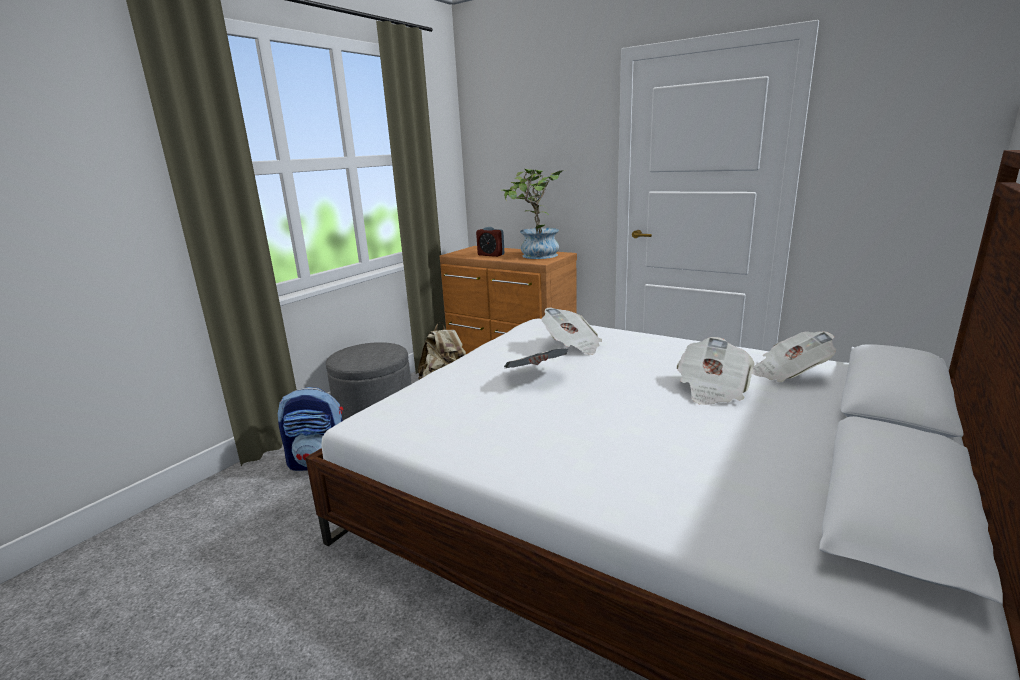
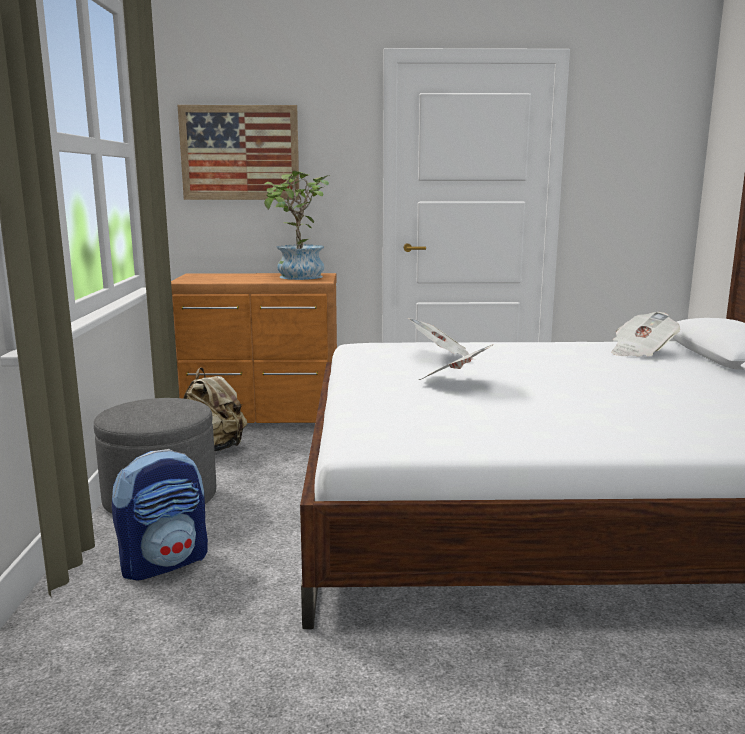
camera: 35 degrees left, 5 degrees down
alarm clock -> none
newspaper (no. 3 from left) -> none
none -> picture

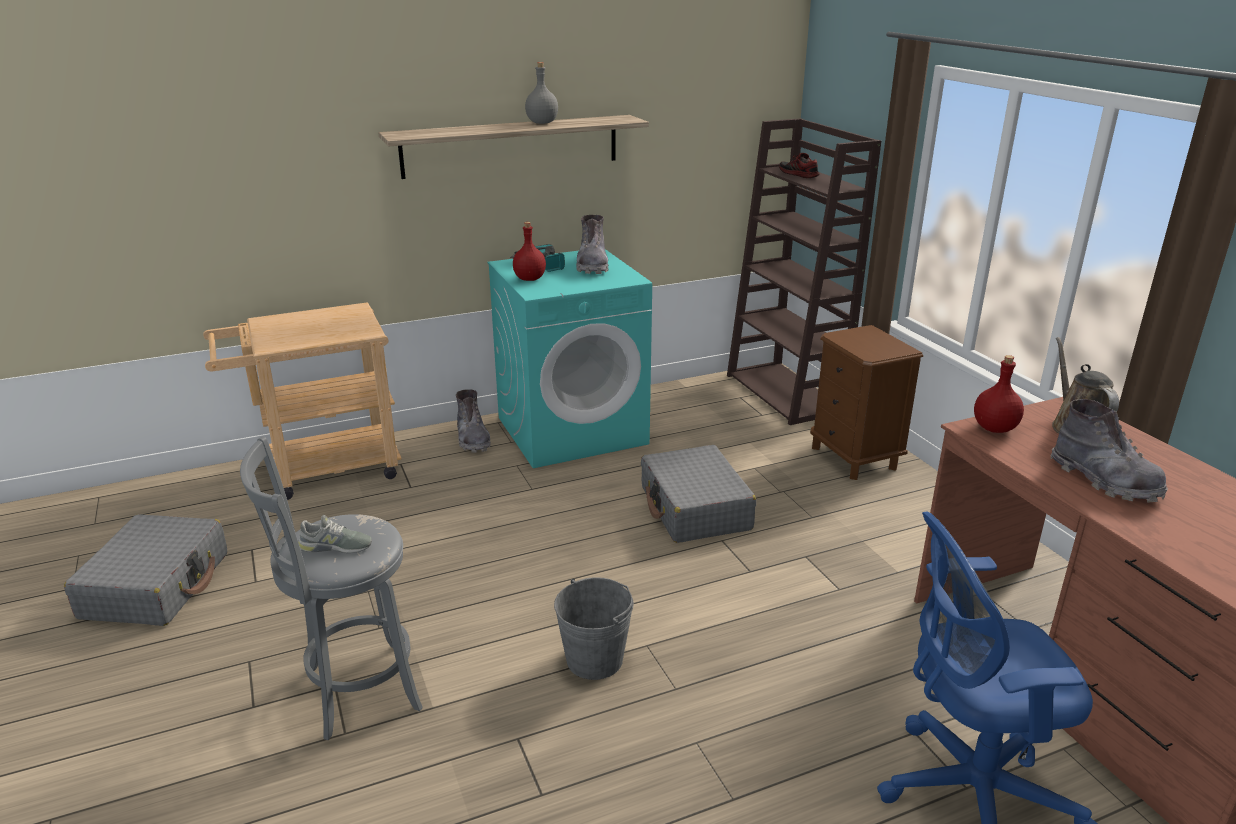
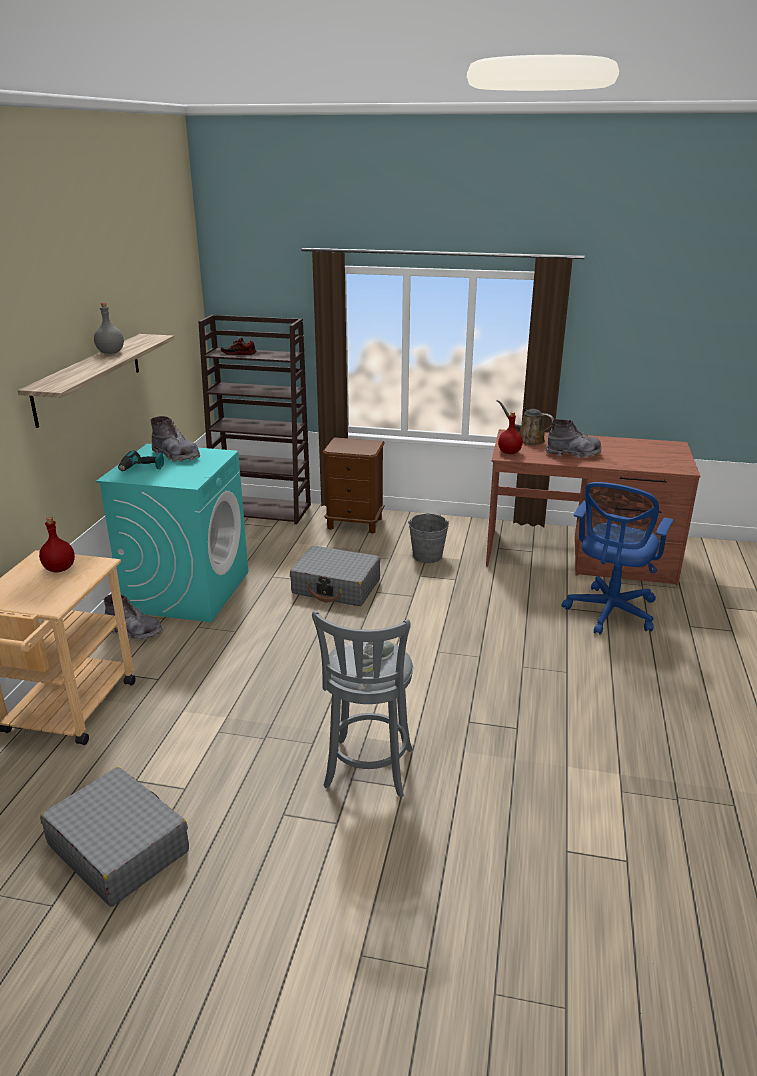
camera: 55 degrees left, 0 degrees up
red bottle (no. 1 from left), relocated
grey bucket, relocated

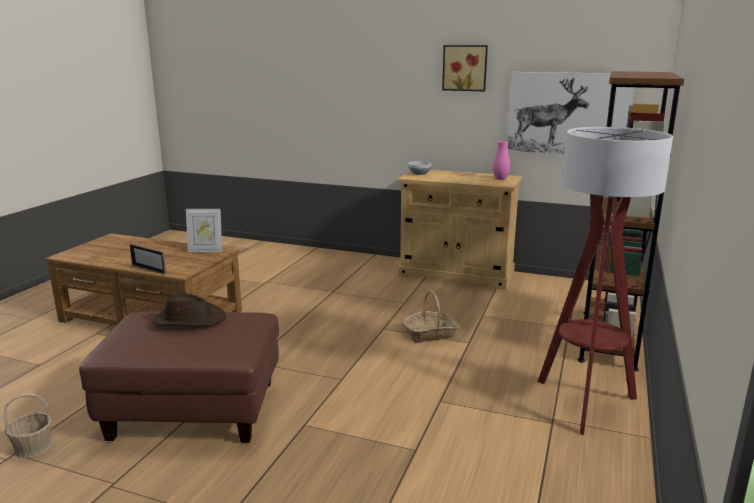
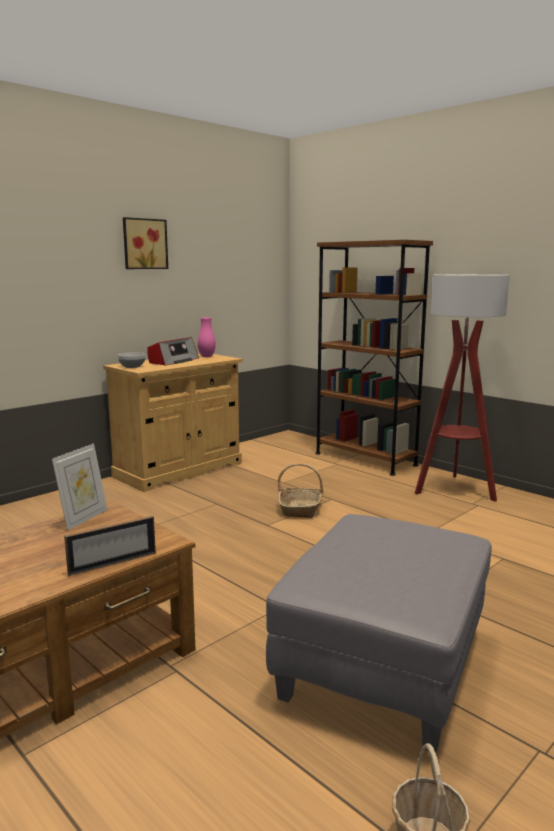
camera: 65 degrees left, 5 degrees down
brown ottoman -> grey ottoman
brown hat -> none
picture (no. 2 from left) -> none
none -> radio

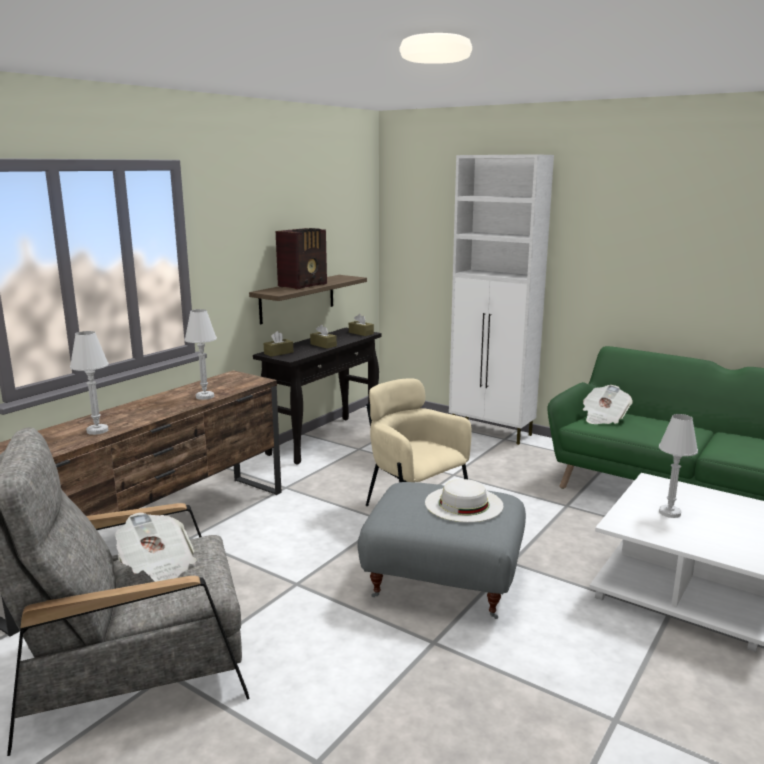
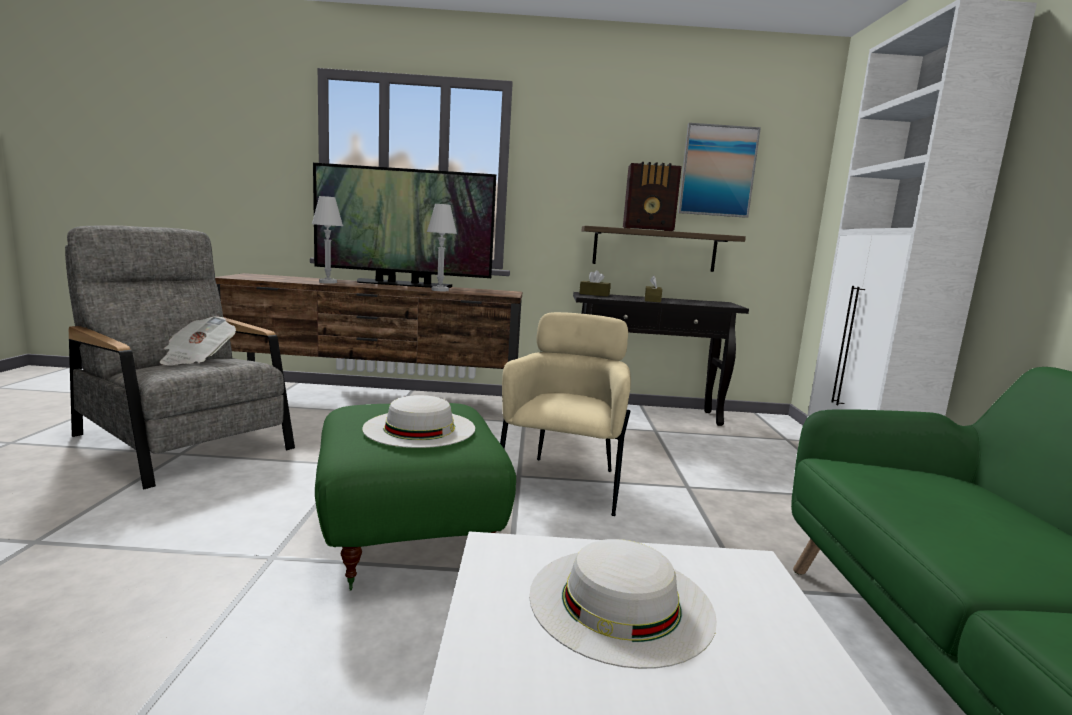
camera: 55 degrees right, 5 degrees down
brown tissue box (no. 3 from left) -> none
grey ottoman -> green ottoman
newspaper (no. 2 from left) -> none
white table lamp (no. 3 from left) -> white hat (no. 2 from left)
none -> television
none -> picture

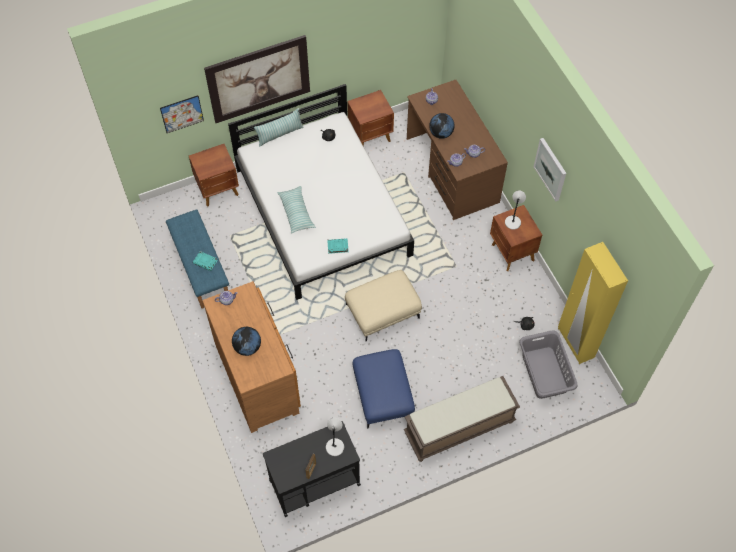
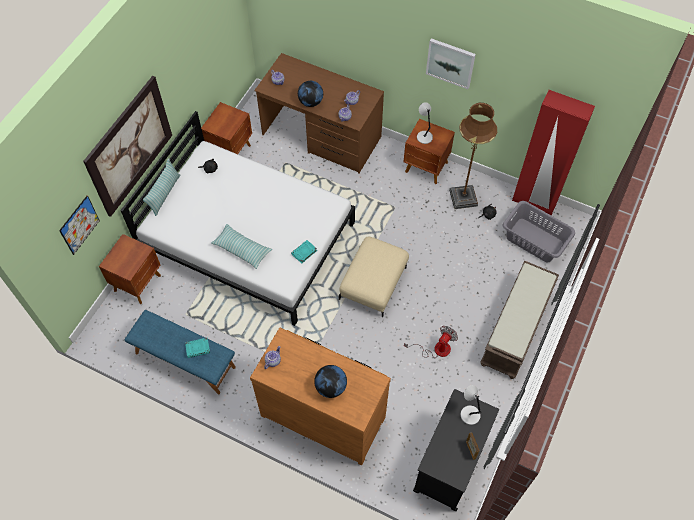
camera: 40 degrees left, 0 degrees up
blue ottoman -> fan
yellow wardrobe -> red wardrobe
none -> brown floor lamp

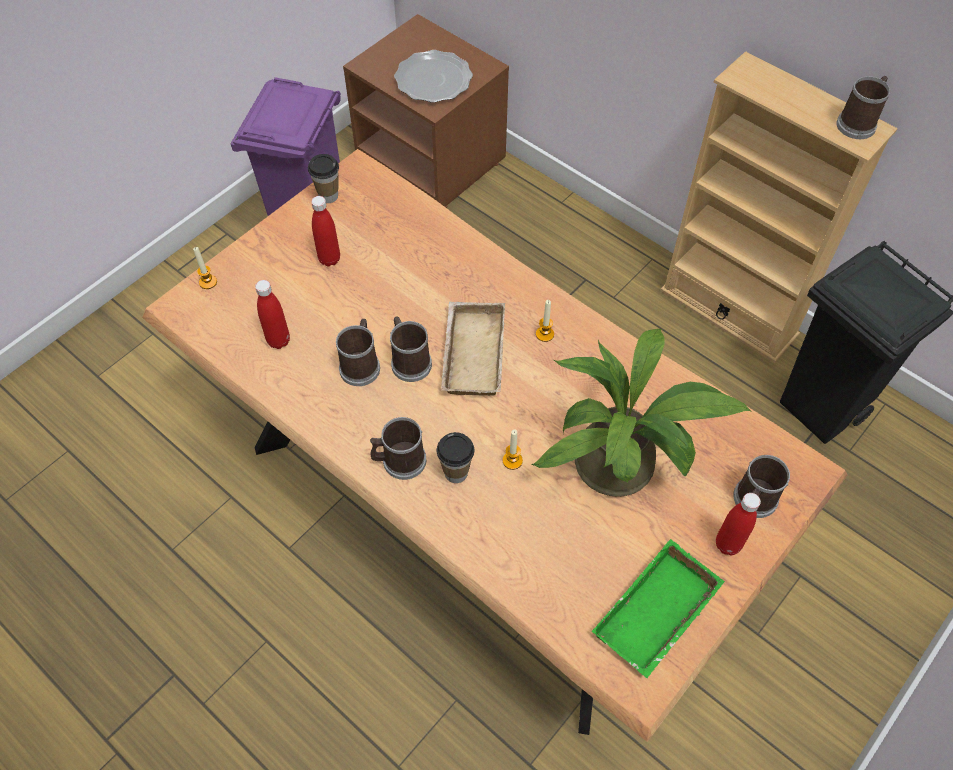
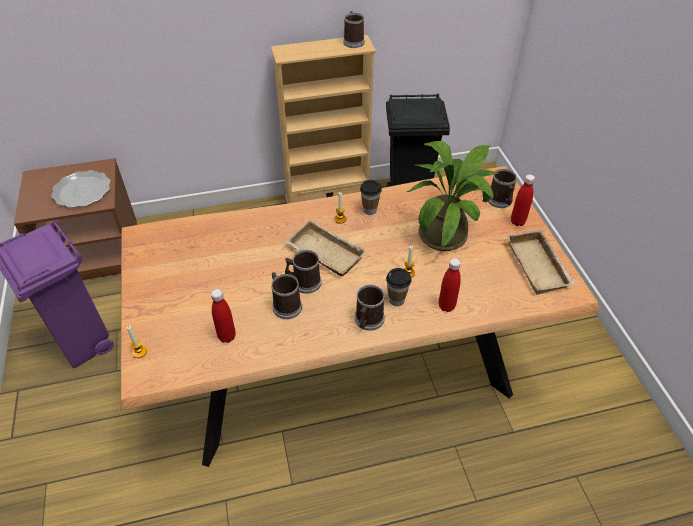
camera: 55 degrees left, 10 degrees down
cup (no. 1 from left), relocated
red bottle (no. 2 from left), relocated
green tray -> beige tray (no. 2 from left)

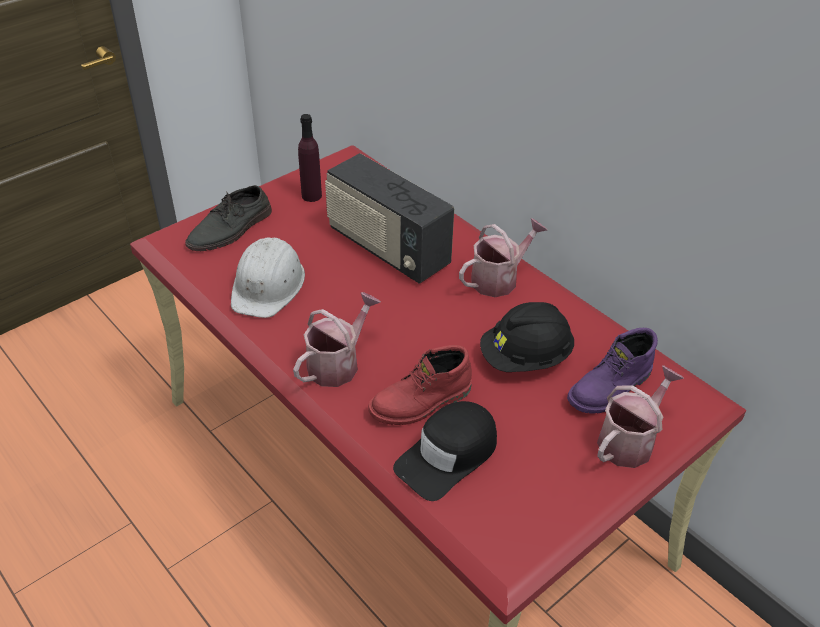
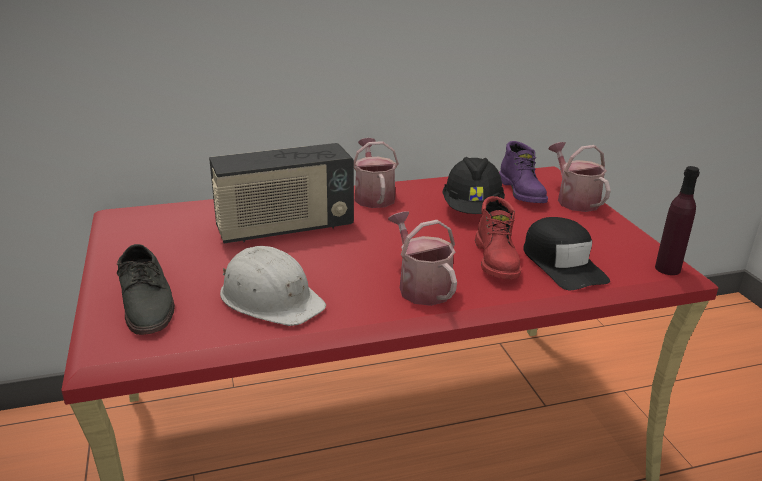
camera: 65 degrees left, 15 degrees down
purple bottle, relocated

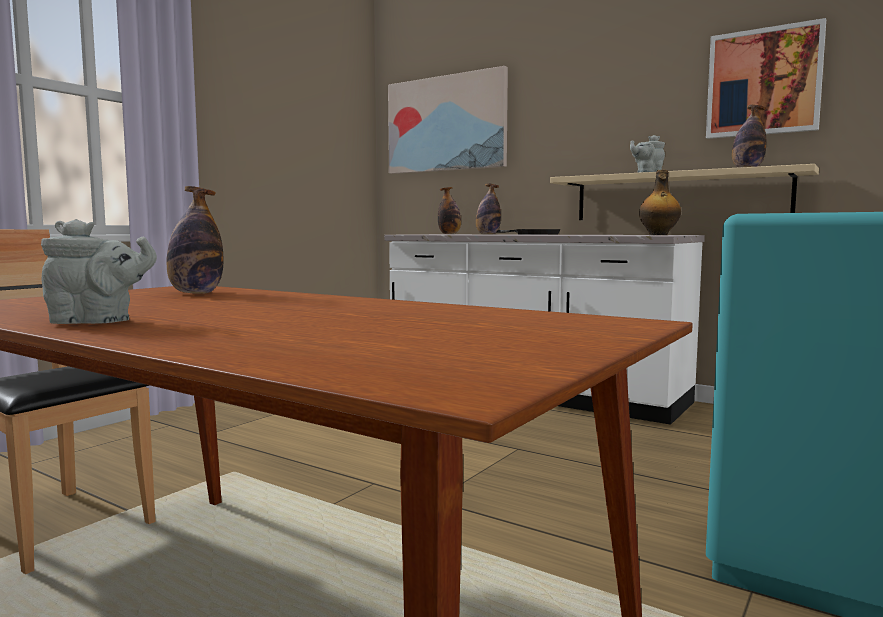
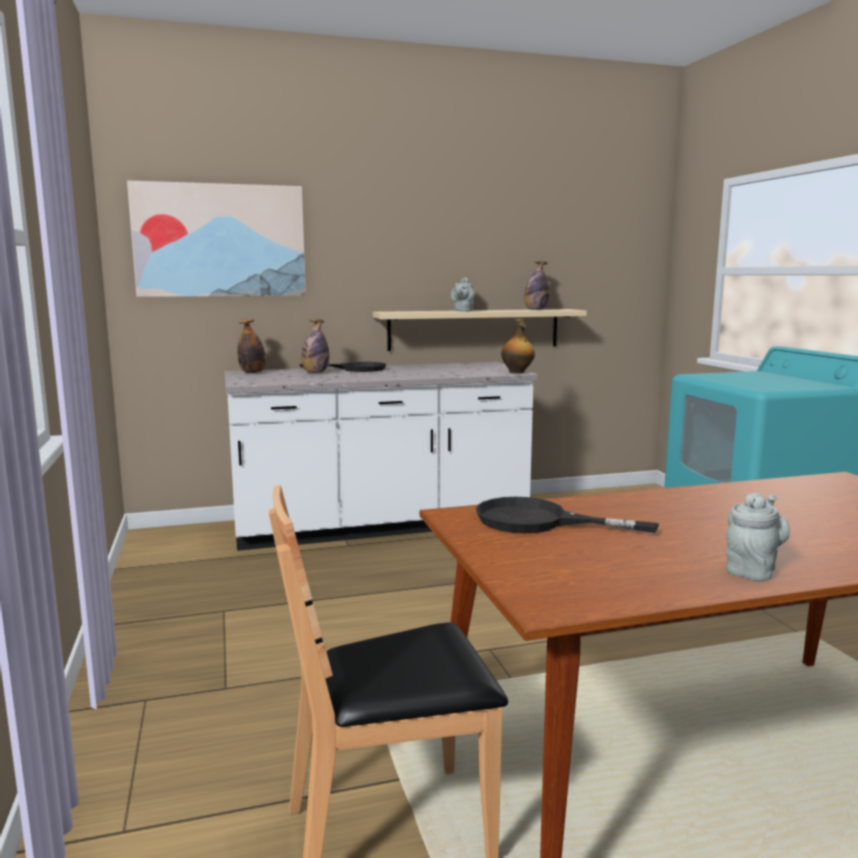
camera: 50 degrees left, 5 degrees up
bottle (no. 1 from left) -> black frying pan (no. 2 from left)
picture (no. 2 from left) -> none

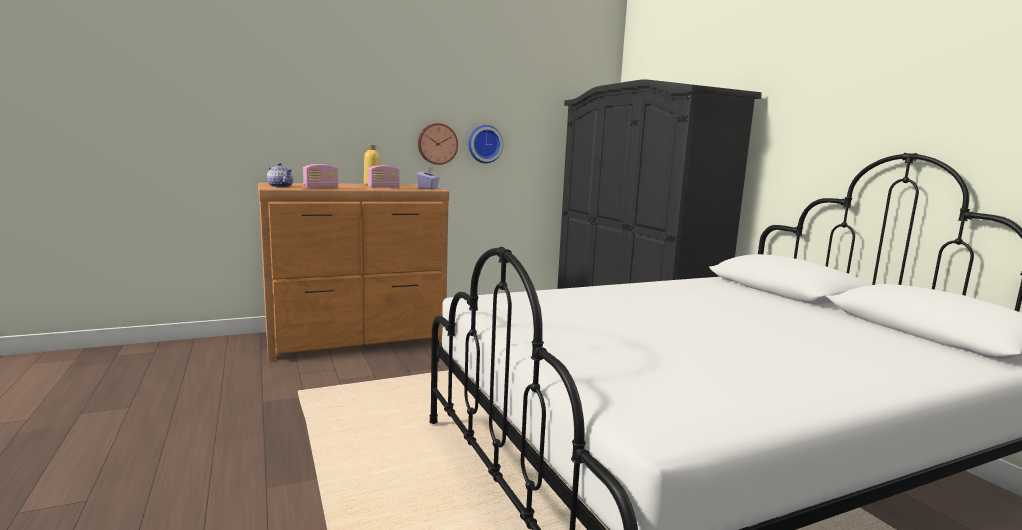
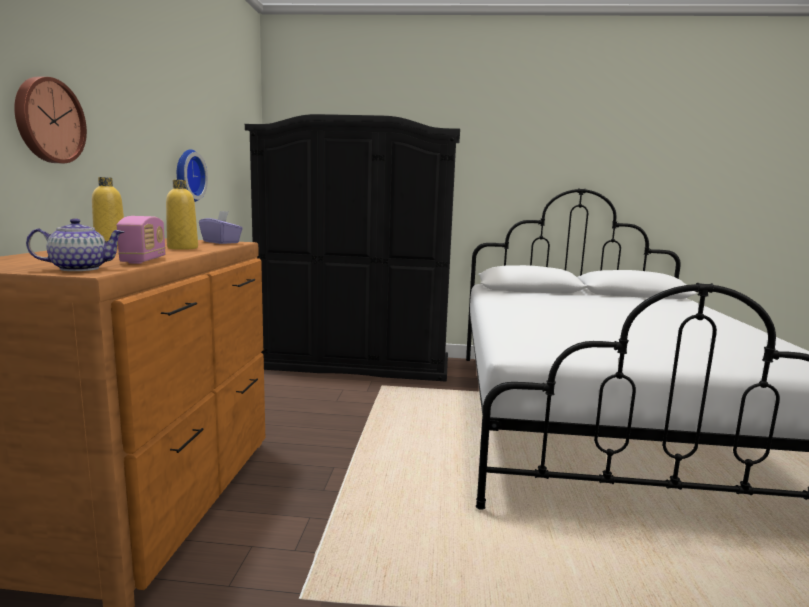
camera: 60 degrees left, 0 degrees up
radio (no. 2 from left) -> yellow bottle (no. 2 from left)
wall clock (no. 1 from left), relocated

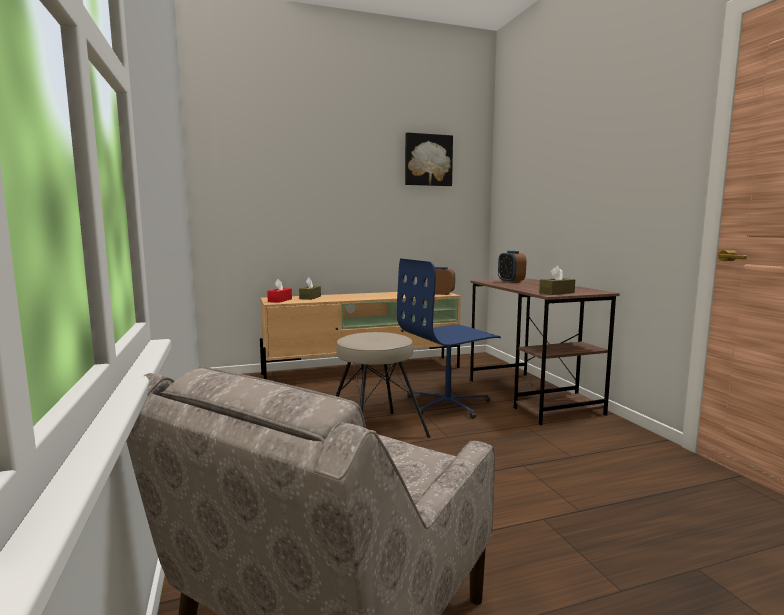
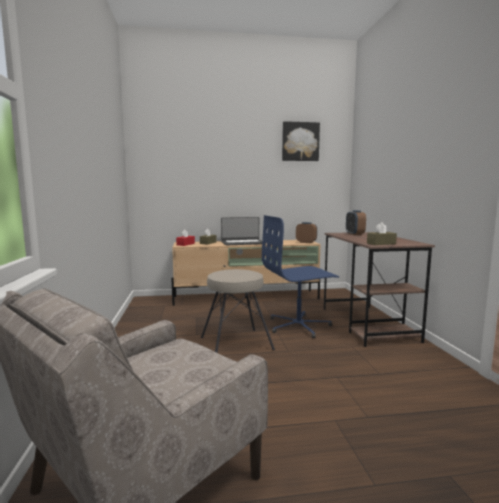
camera: 10 degrees right, 0 degrees up
none -> laptop

